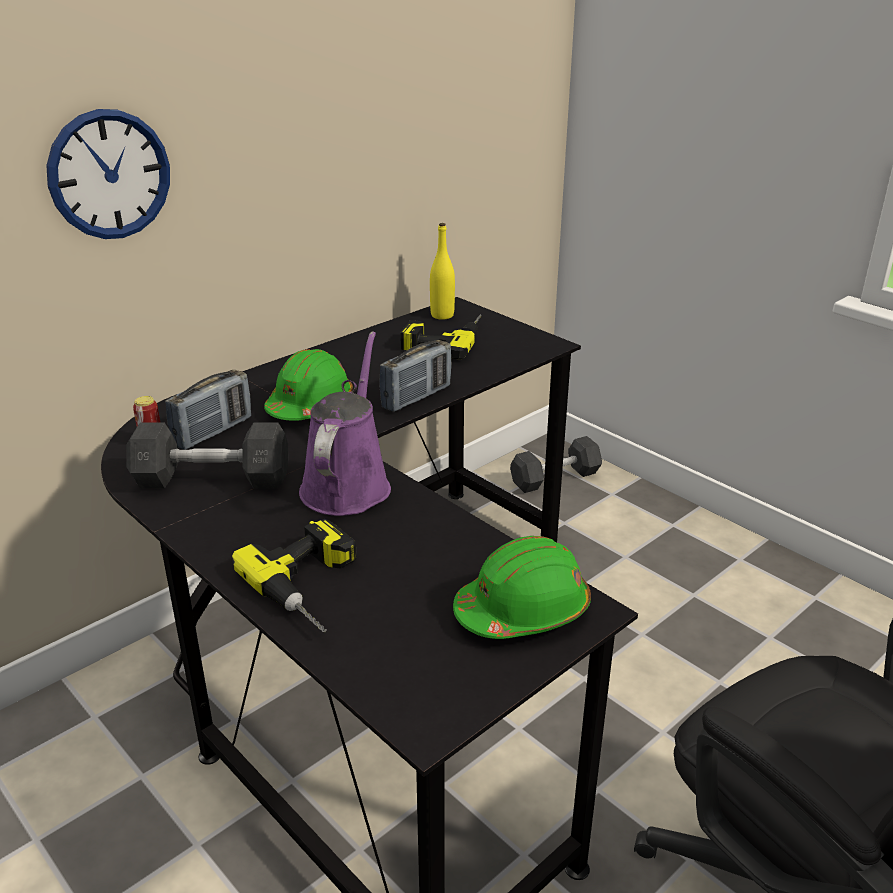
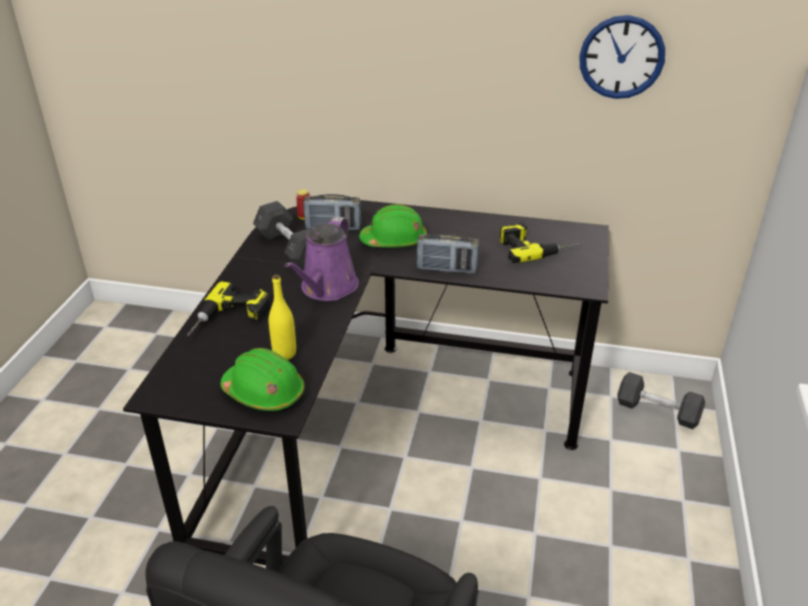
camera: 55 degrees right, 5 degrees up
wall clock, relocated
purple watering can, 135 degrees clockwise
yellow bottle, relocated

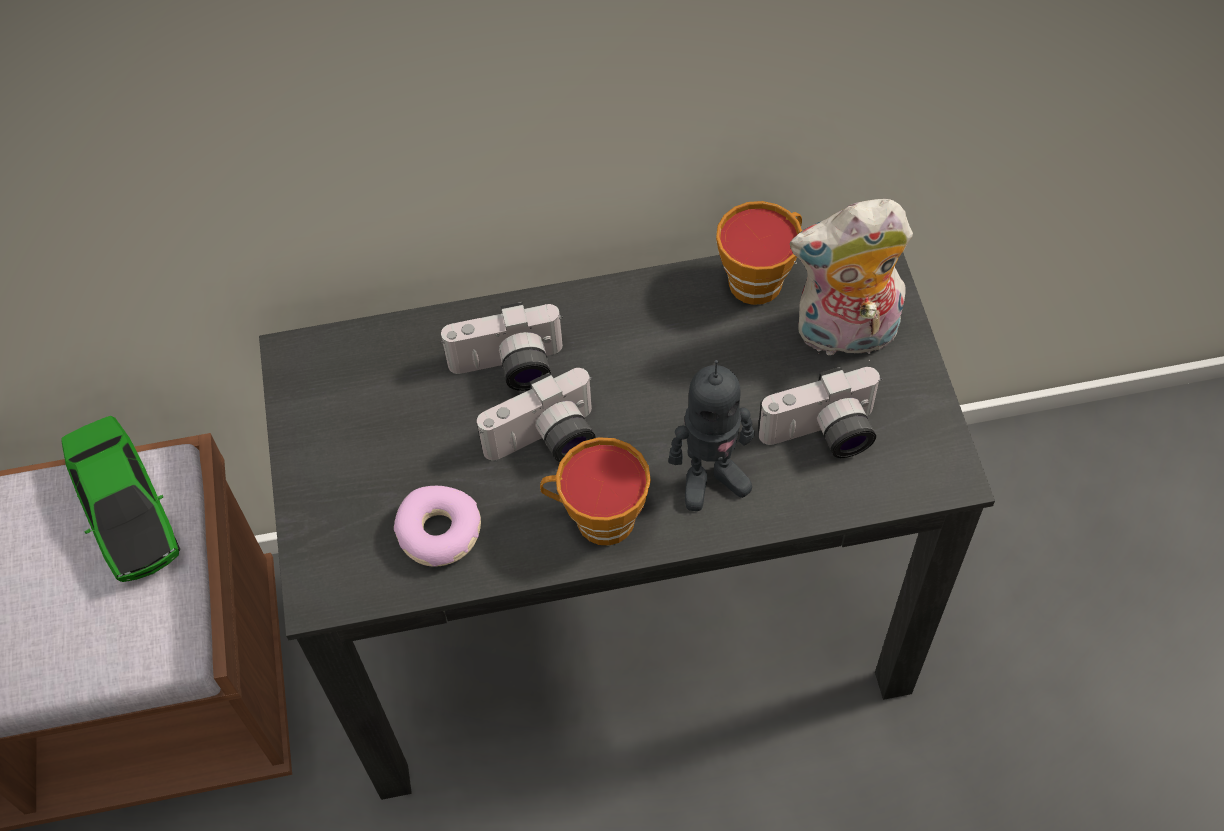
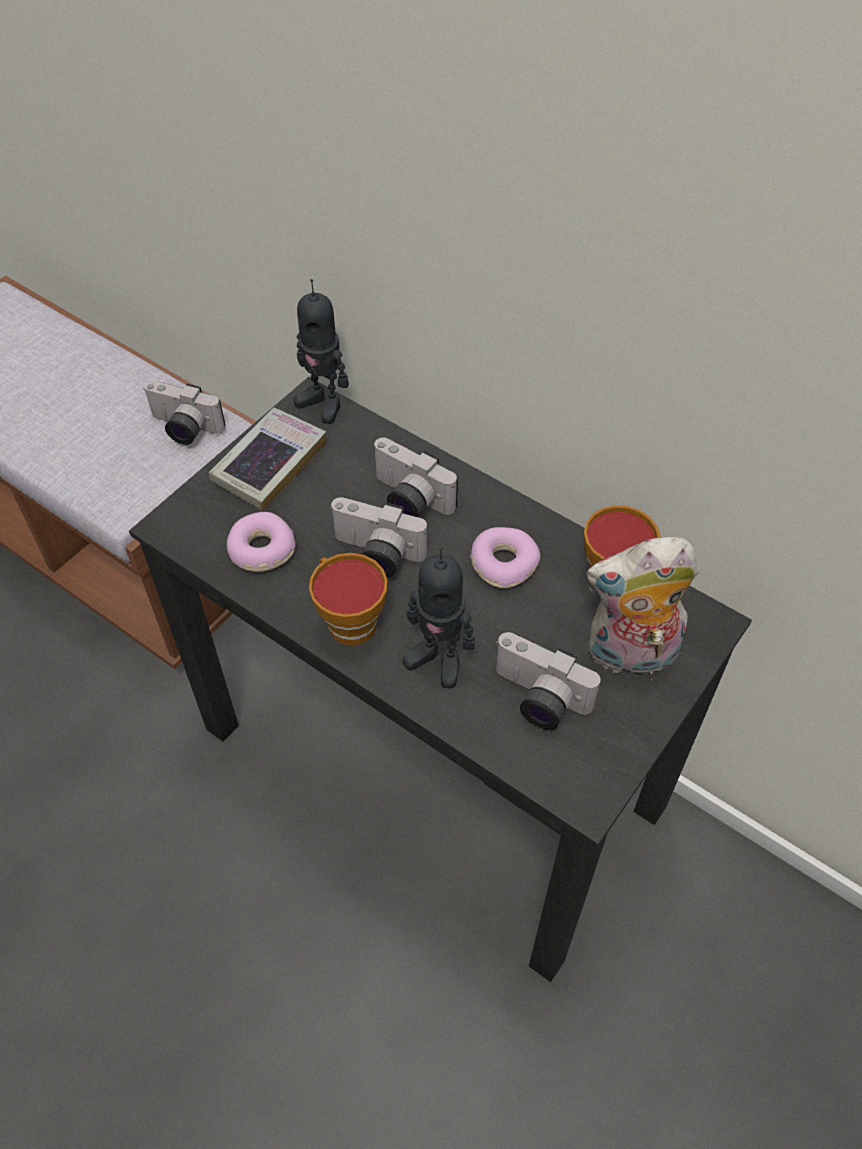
camera: 45 degrees right, 5 degrees down
toy car -> photo camera (no. 1 from left)
plush toy, 45 degrees counterclockwise
none -> book
none -> toy robot (no. 1 from left)
none -> donut (no. 2 from left)

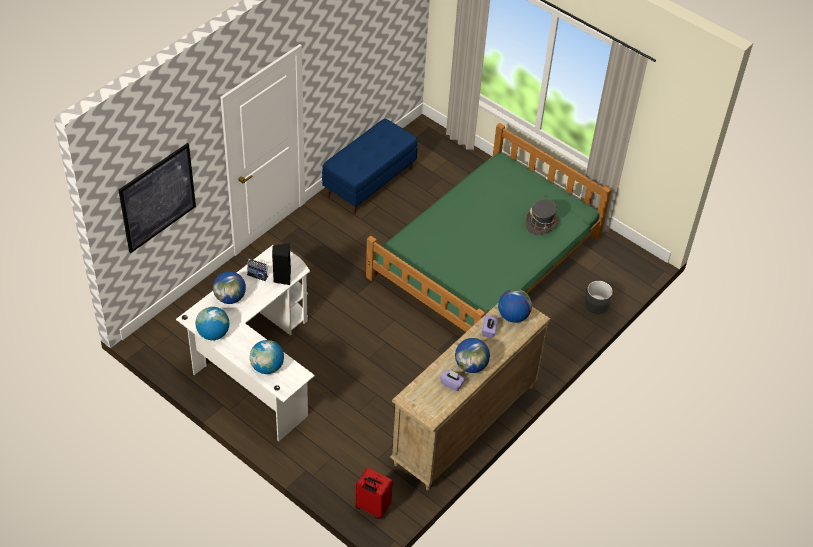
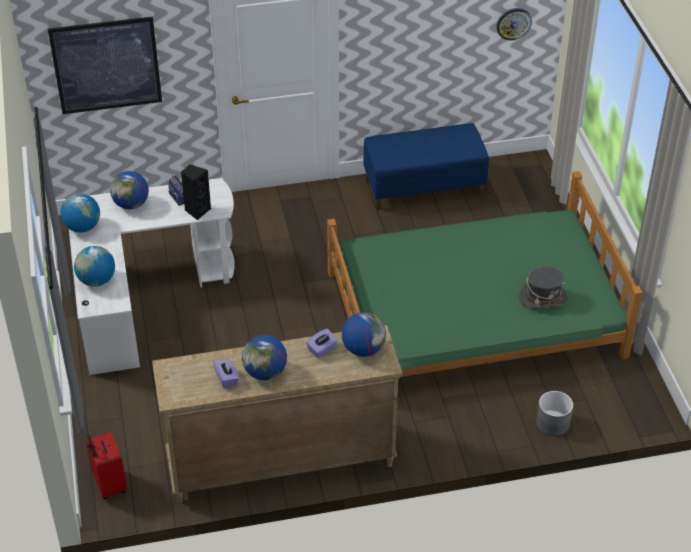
camera: 40 degrees right, 5 degrees down
none -> wall clock

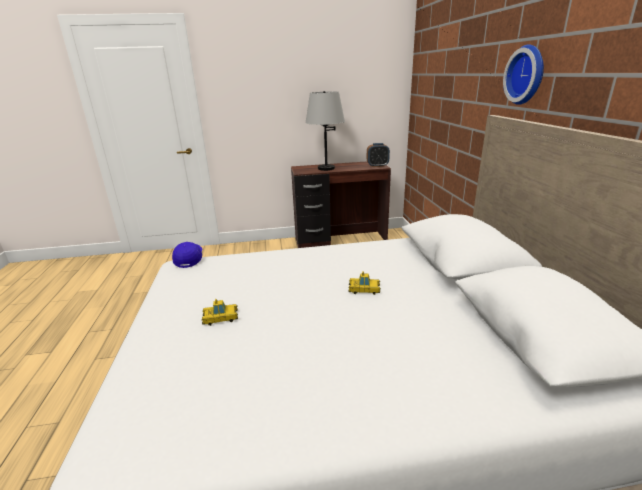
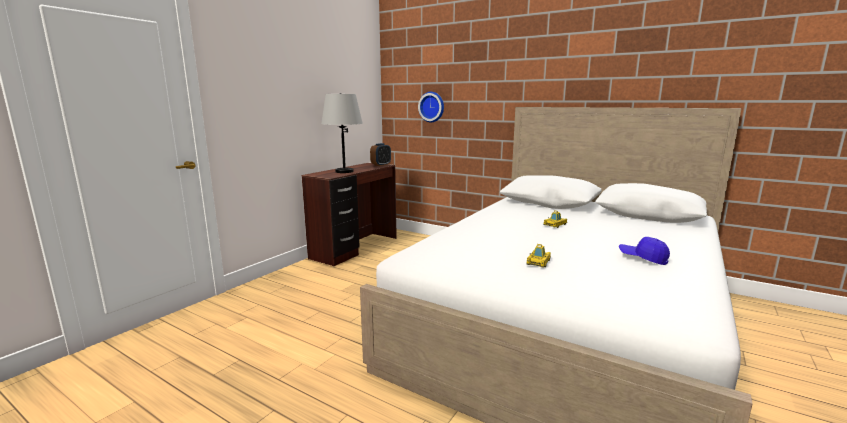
camera: 50 degrees left, 10 degrees down
blue cap, relocated
wall clock, relocated

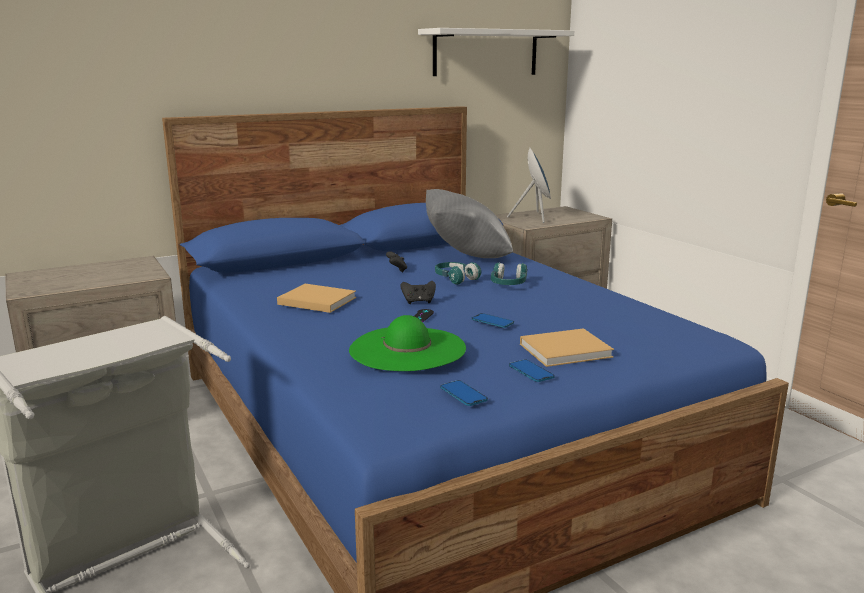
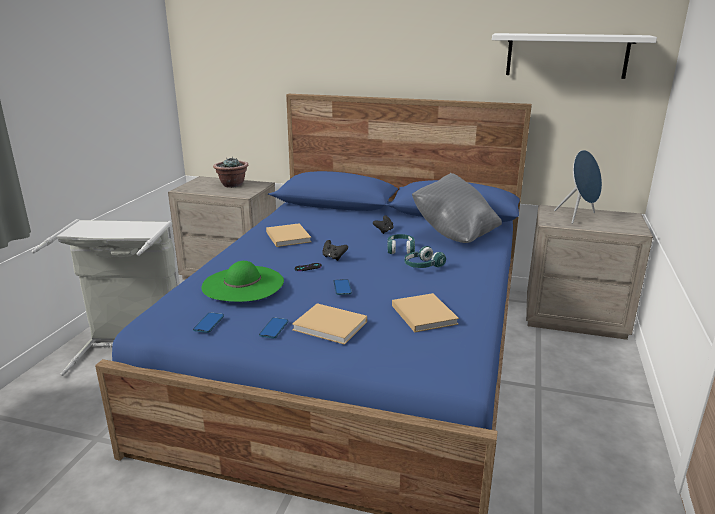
camera: 45 degrees right, 5 degrees up
none -> potted plant
none -> beige book (no. 3 from left)

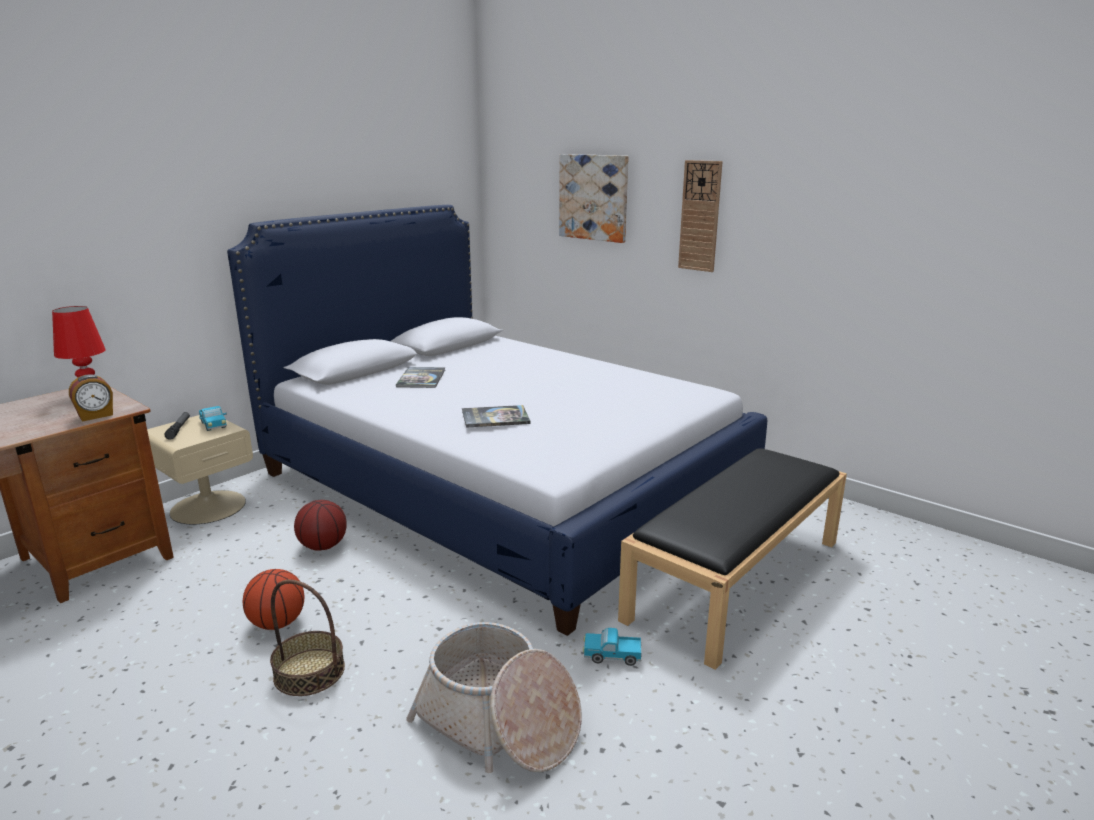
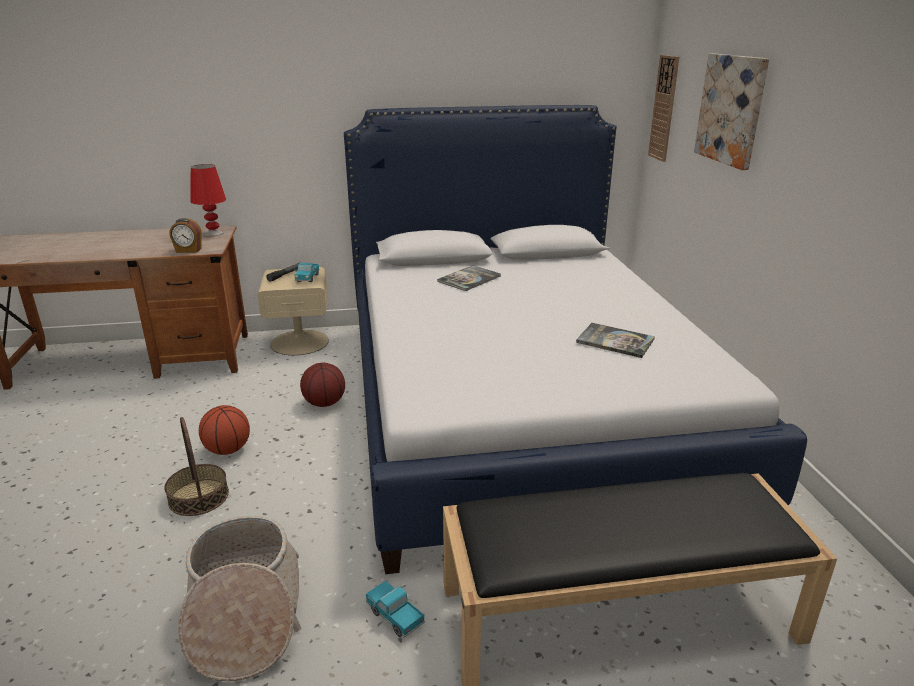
camera: 40 degrees right, 5 degrees up
book (no. 2 from left), relocated
wall clock, relocated

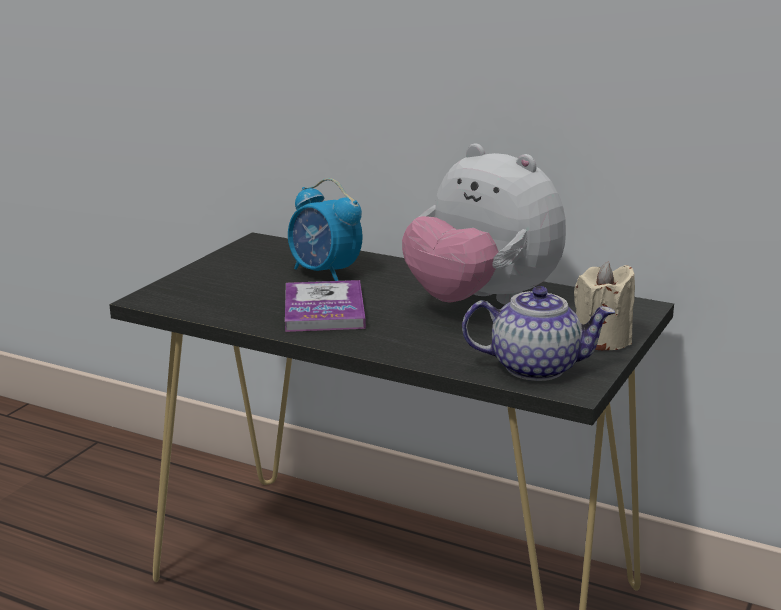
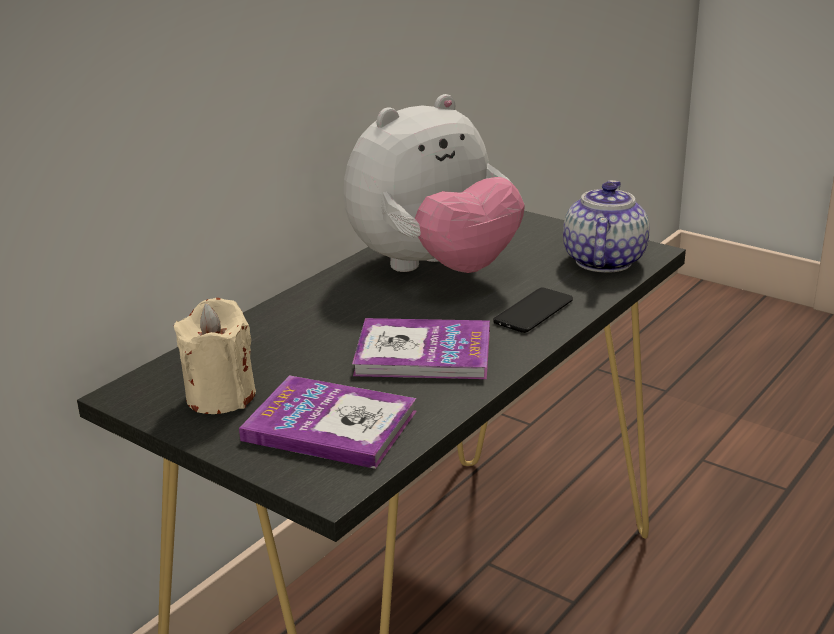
camera: 80 degrees left, 5 degrees up
alarm clock -> none
beige candle, relocated
none -> book (no. 1 from left)
none -> phone

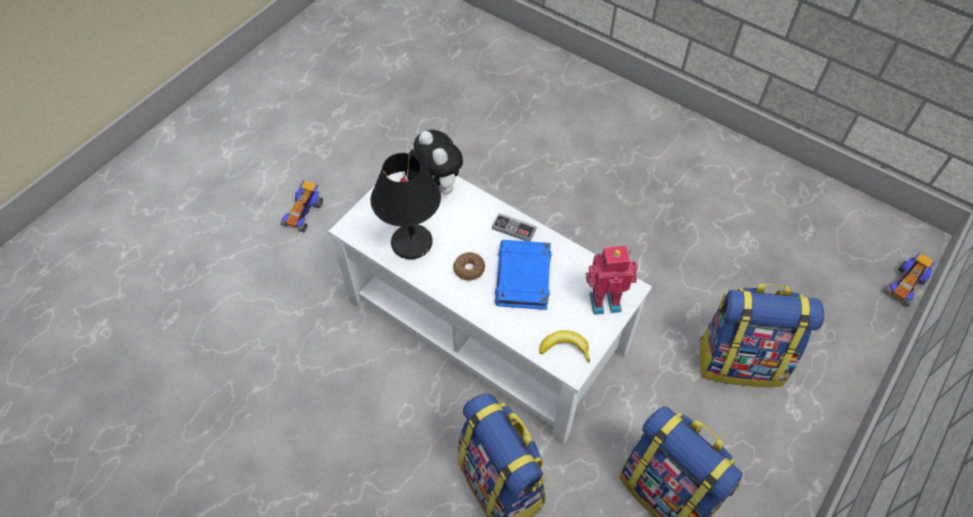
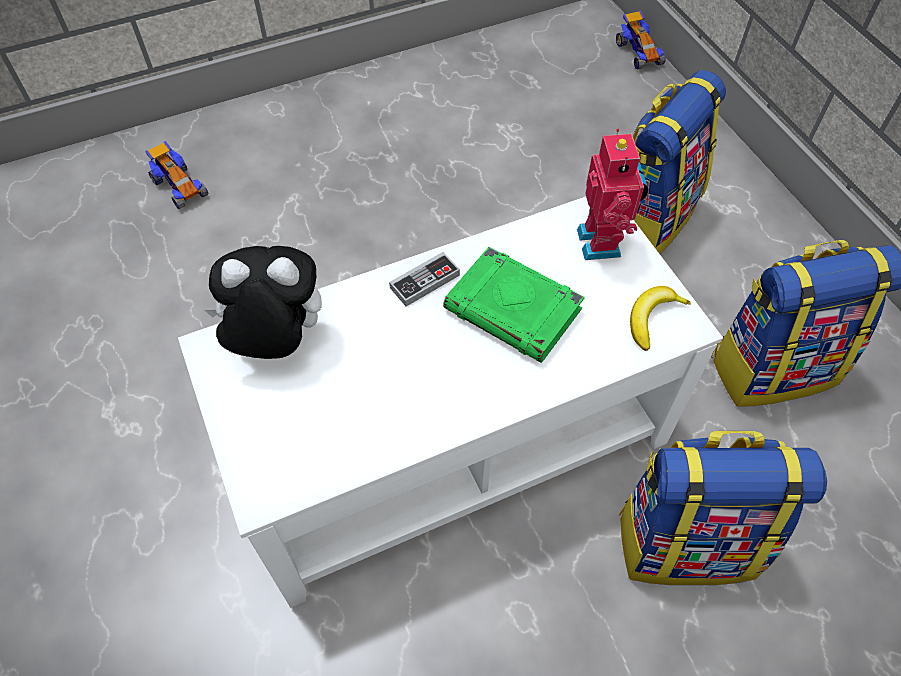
camera: 60 degrees left, 0 degrees up
toy car (no. 1 from left), relocated
black table lamp -> none
donut -> none
blue book -> green book
toy robot, 150 degrees clockwise

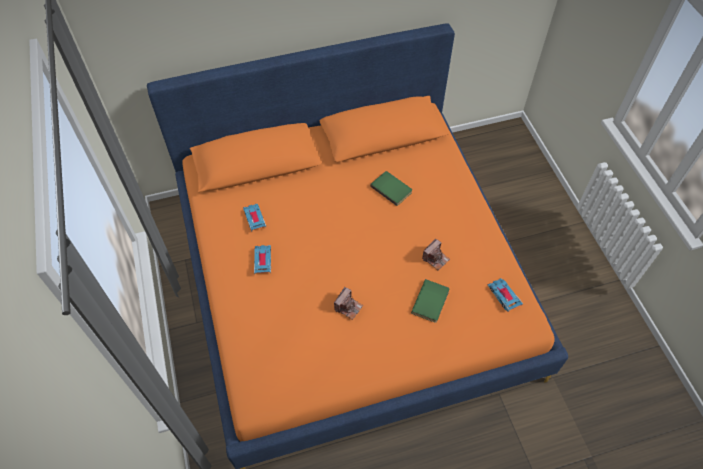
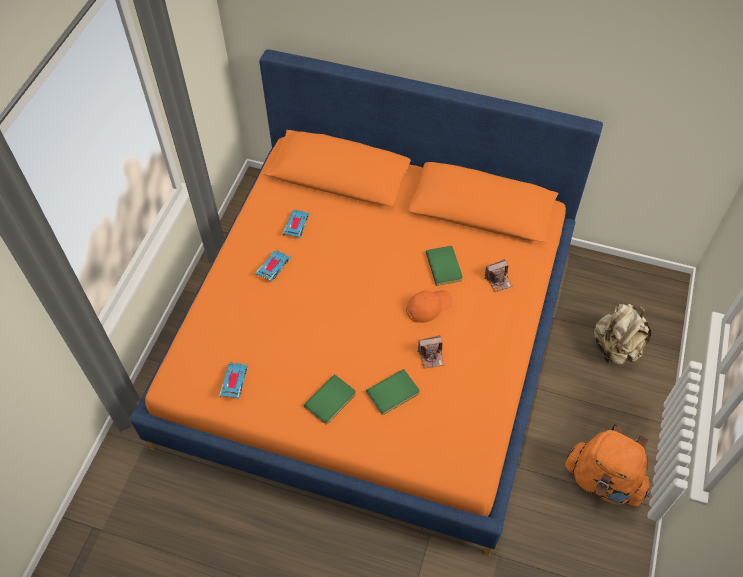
camera: 35 degrees right, 0 degrees up
photo camera (no. 1 from left in the first image) -> photo camera (no. 2 from left), relocated
toy car (no. 3 from left in the first image) -> toy car (no. 1 from left), relocated
none -> green book (no. 1 from left)
none -> orange cap
none -> orange backpack
none -> beige backpack

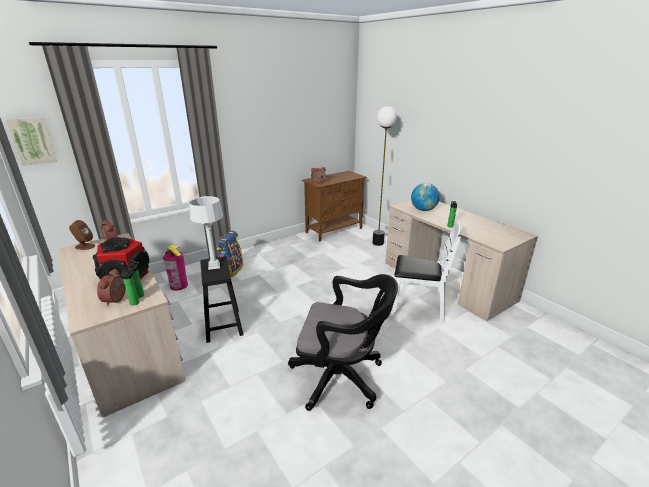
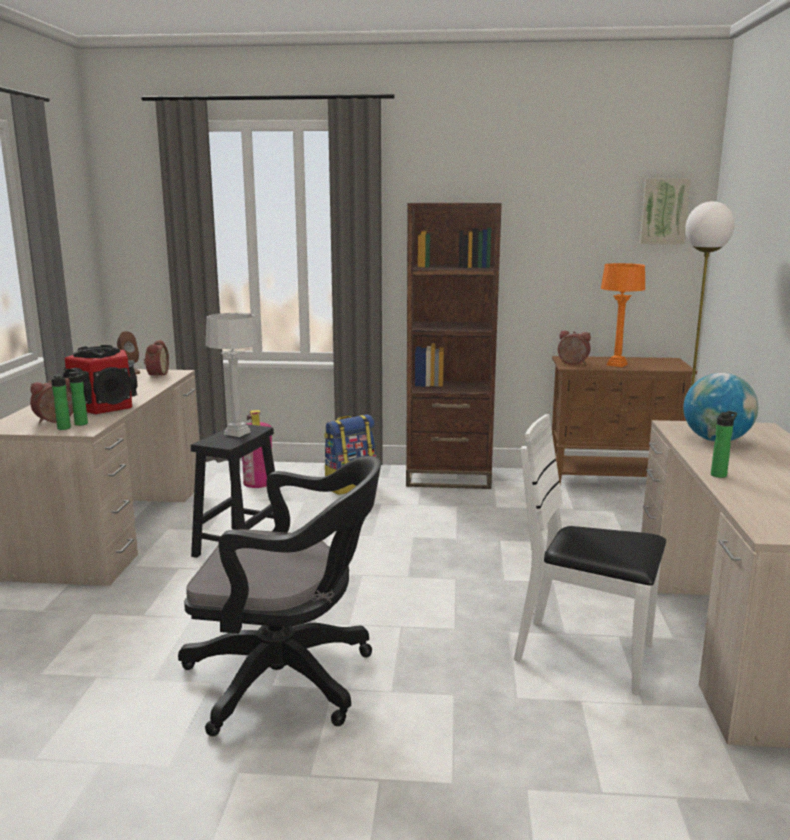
camera: 40 degrees right, 10 degrees down
picture, relocated
black office chair, 45 degrees counterclockwise
white chair, 150 degrees clockwise
none -> brown bookcase
none -> orange table lamp

